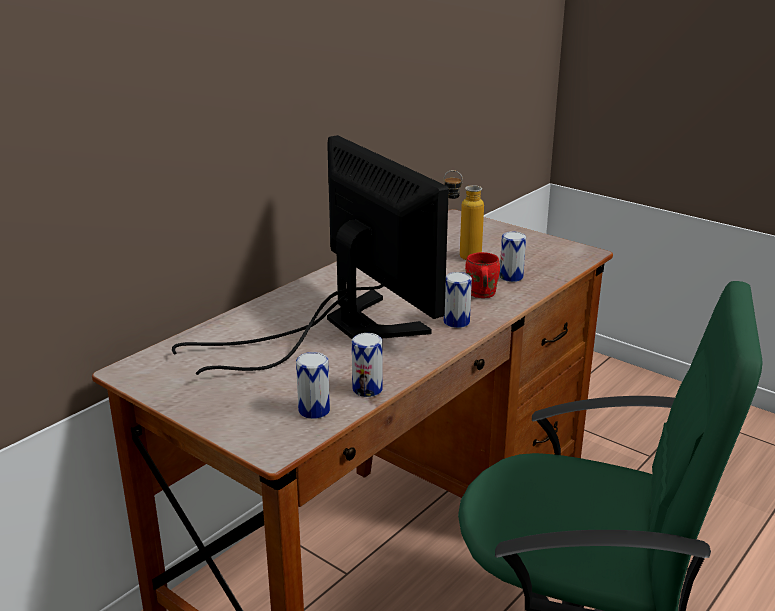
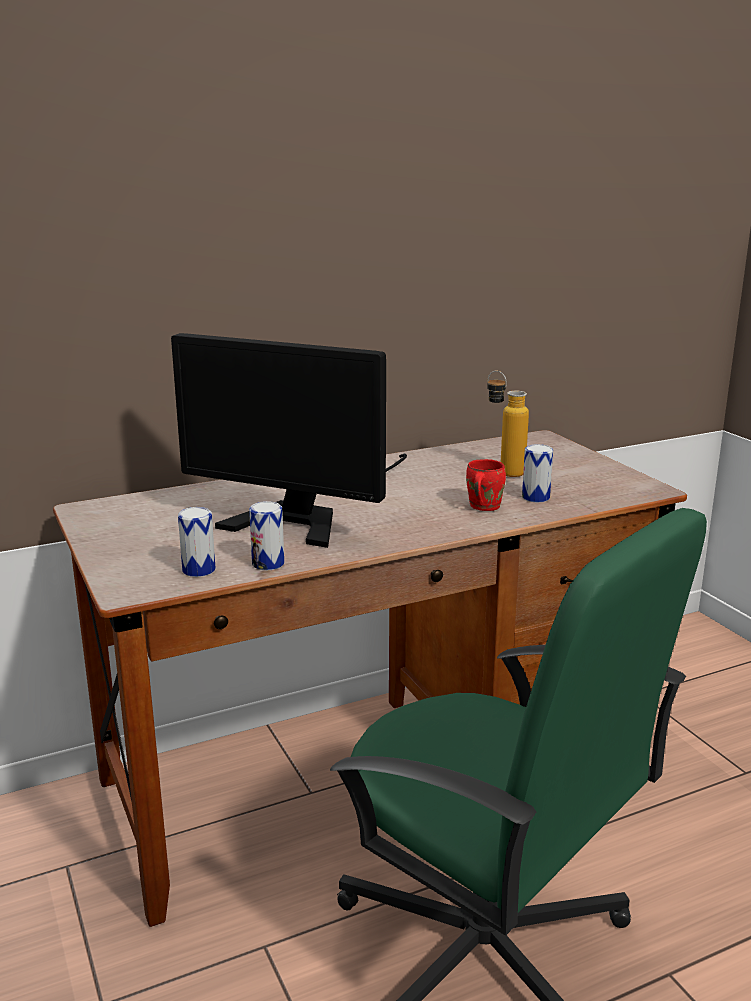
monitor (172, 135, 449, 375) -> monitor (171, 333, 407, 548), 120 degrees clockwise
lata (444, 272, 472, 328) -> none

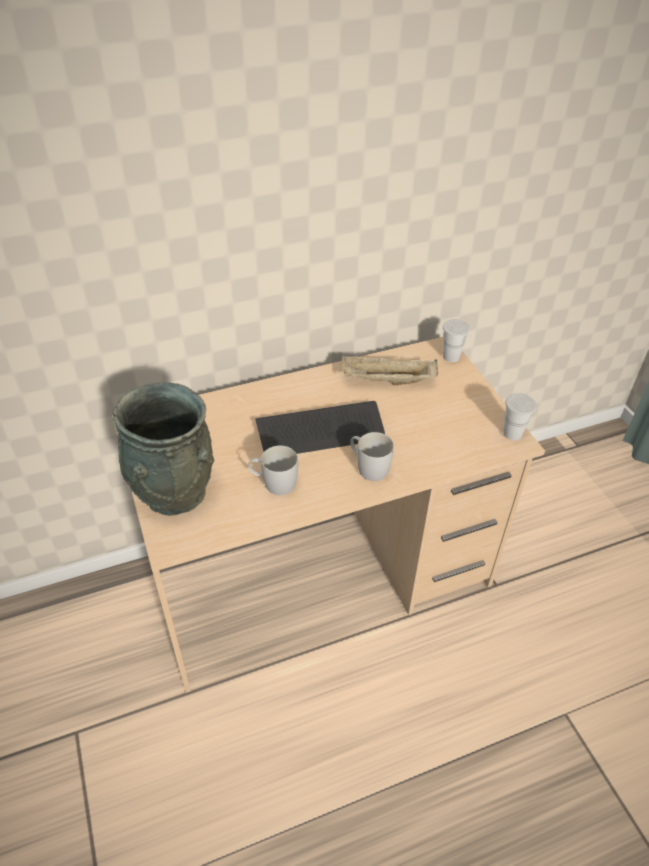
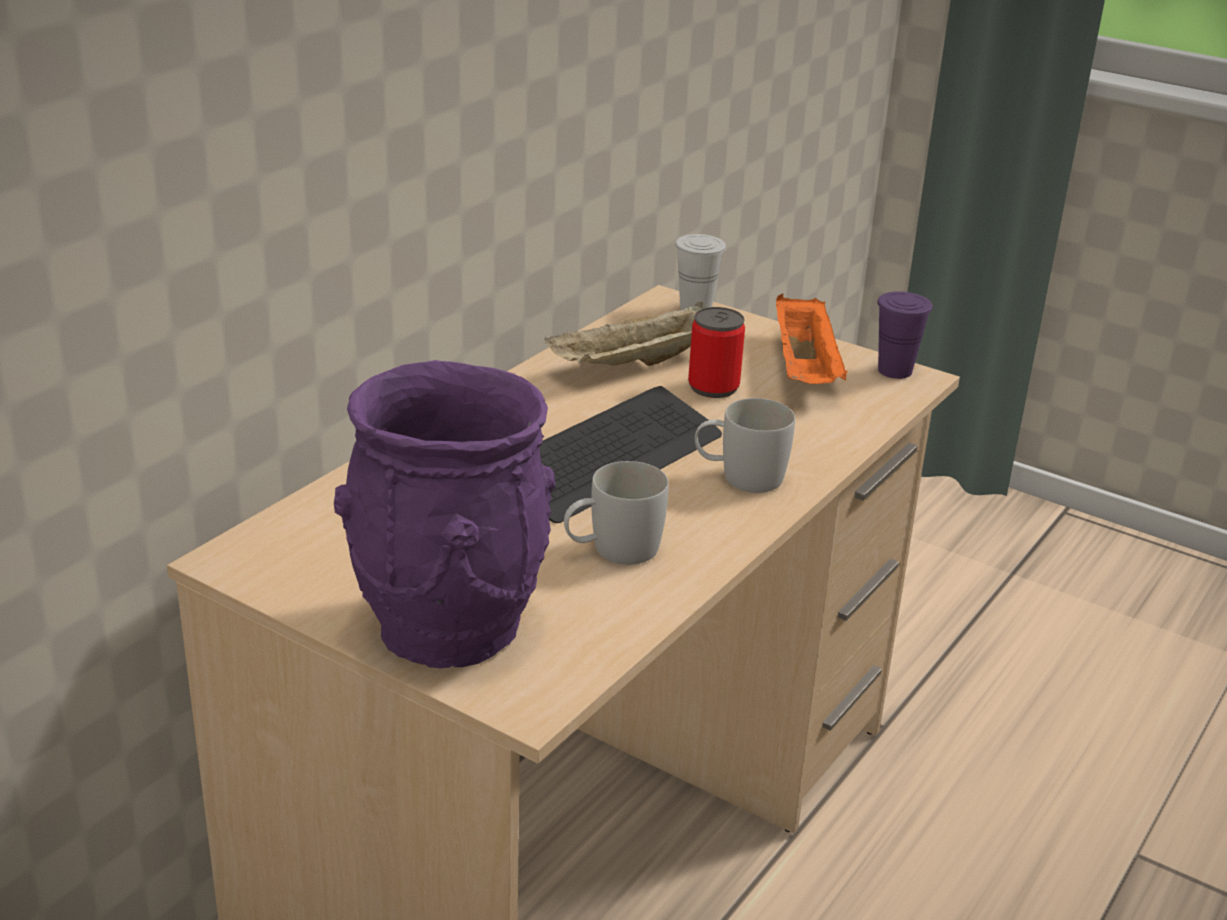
florero [gris] (113, 382, 214, 516) -> florero [morado] (334, 360, 556, 668)
taza [blanco] (503, 393, 537, 440) -> taza [morado] (877, 291, 933, 379)
none -> bandeja [naranja] (776, 294, 848, 384)
none -> lata (688, 307, 745, 398)

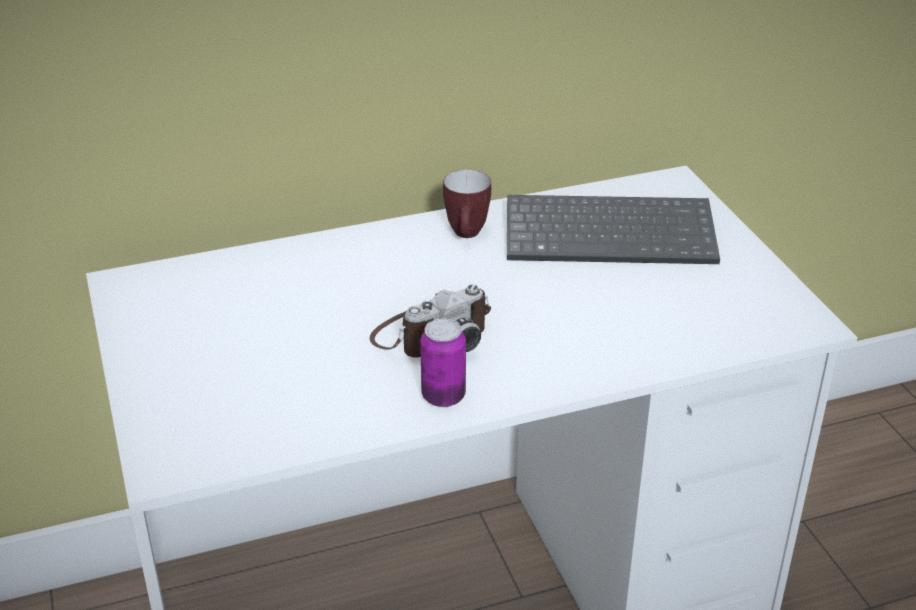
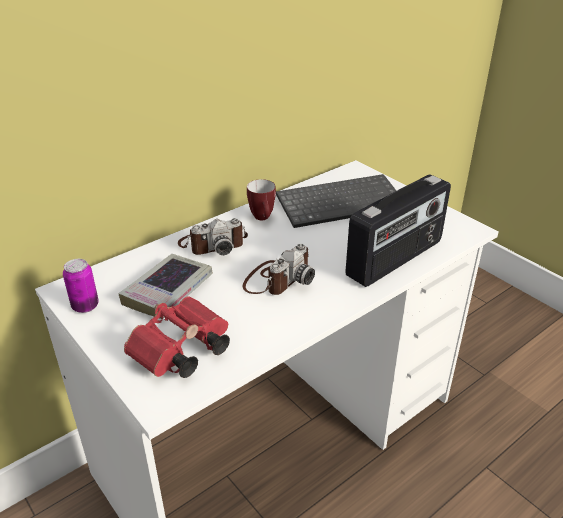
lata (420, 319, 466, 407) -> lata (63, 259, 99, 313), shifted
none -> radio (345, 174, 451, 287)
none -> cámara (178, 218, 248, 255)
none -> libro (118, 254, 213, 319)
none -> prismáticos [rojo] (124, 296, 230, 378)

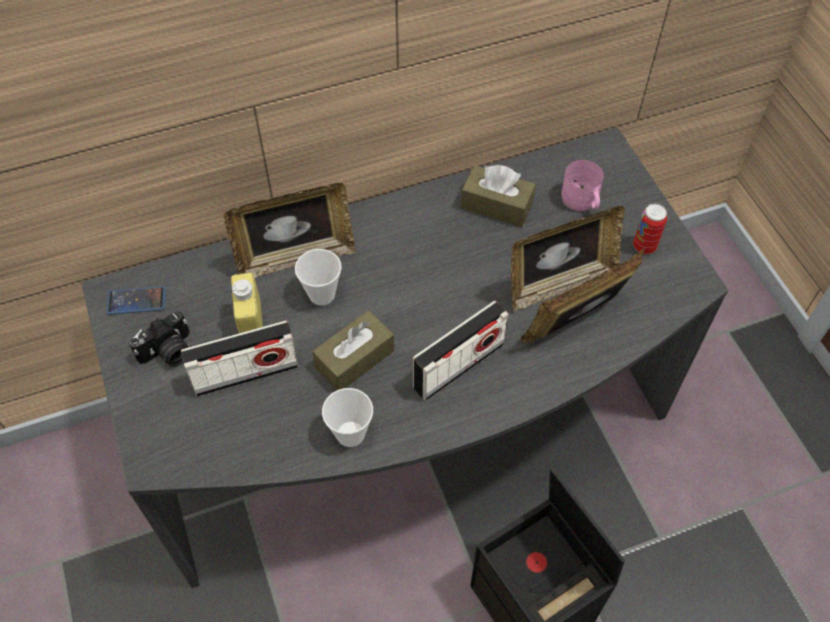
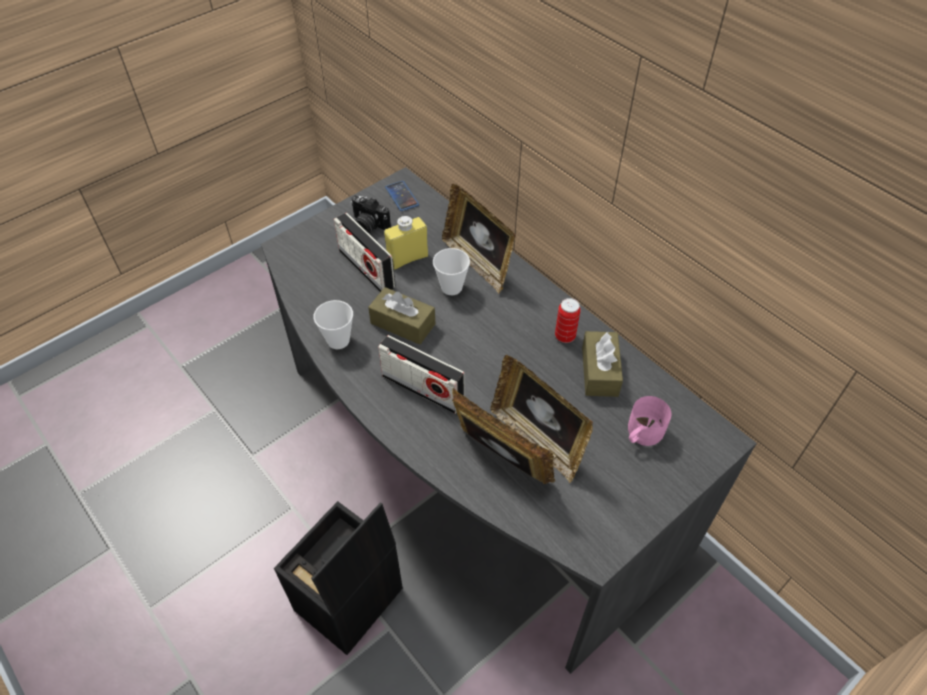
lata (633, 204, 667, 254) -> lata (555, 298, 581, 343), shifted

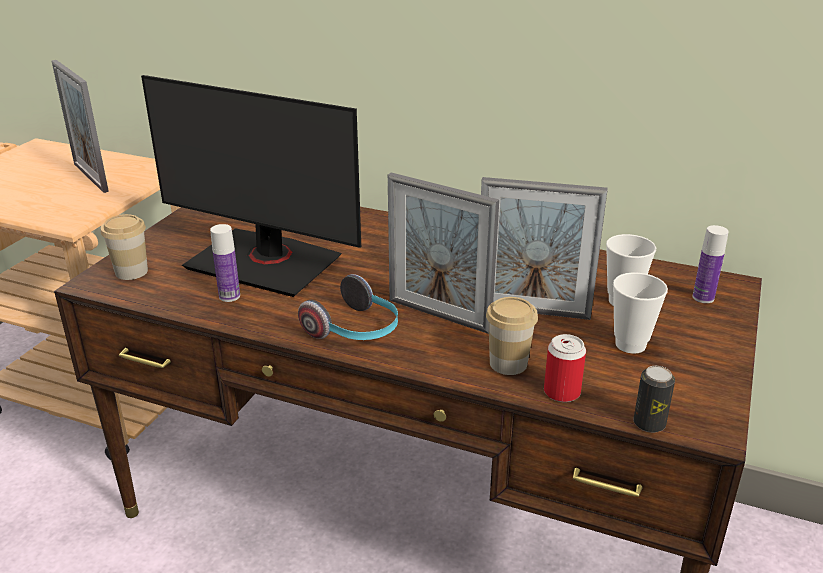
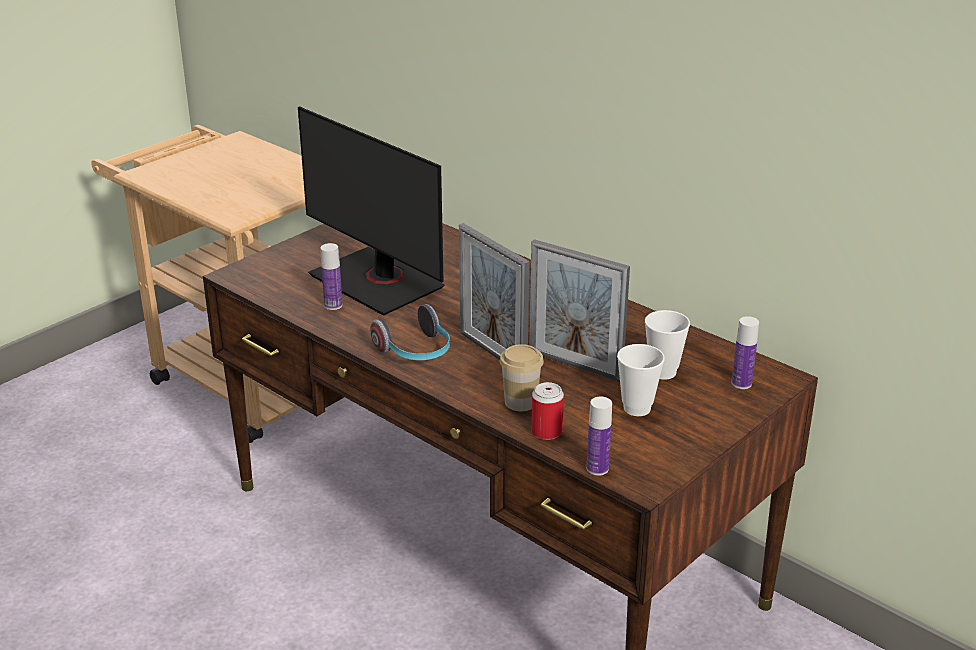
portarretratos (51, 60, 109, 193) -> none
taza (101, 214, 148, 280) -> none
lata (633, 366, 675, 433) -> botella (587, 397, 612, 476)

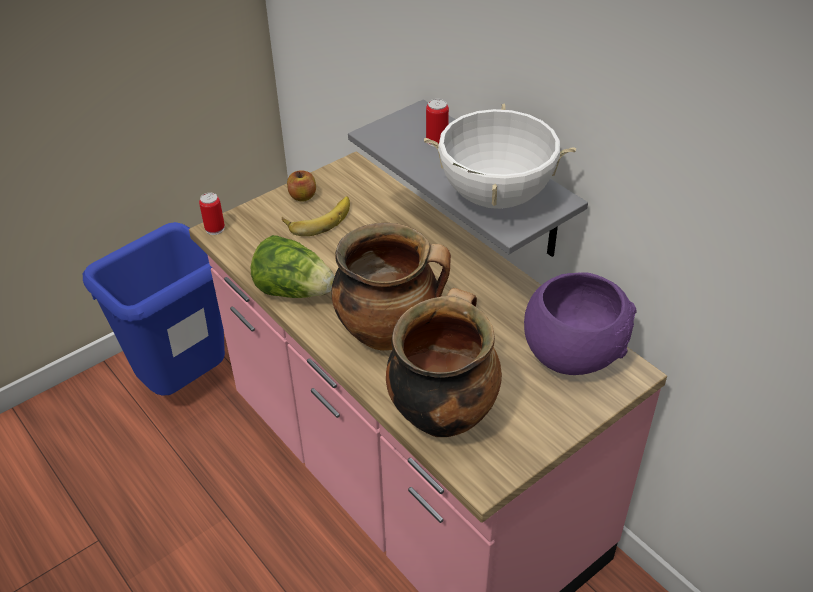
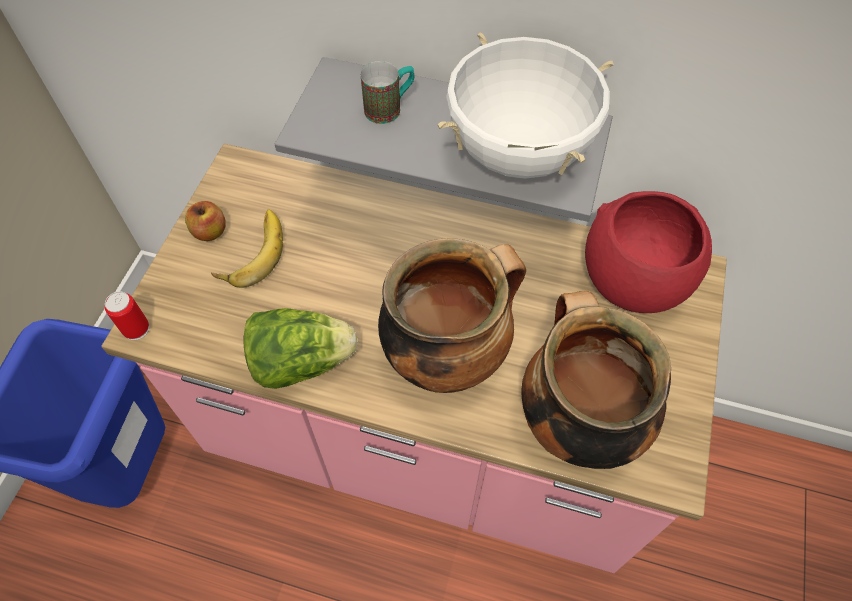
lata (426, 99, 449, 147) -> taza grande (361, 61, 414, 124)
cuenco [morado] (524, 273, 637, 375) -> cuenco [rojo] (585, 191, 712, 313)

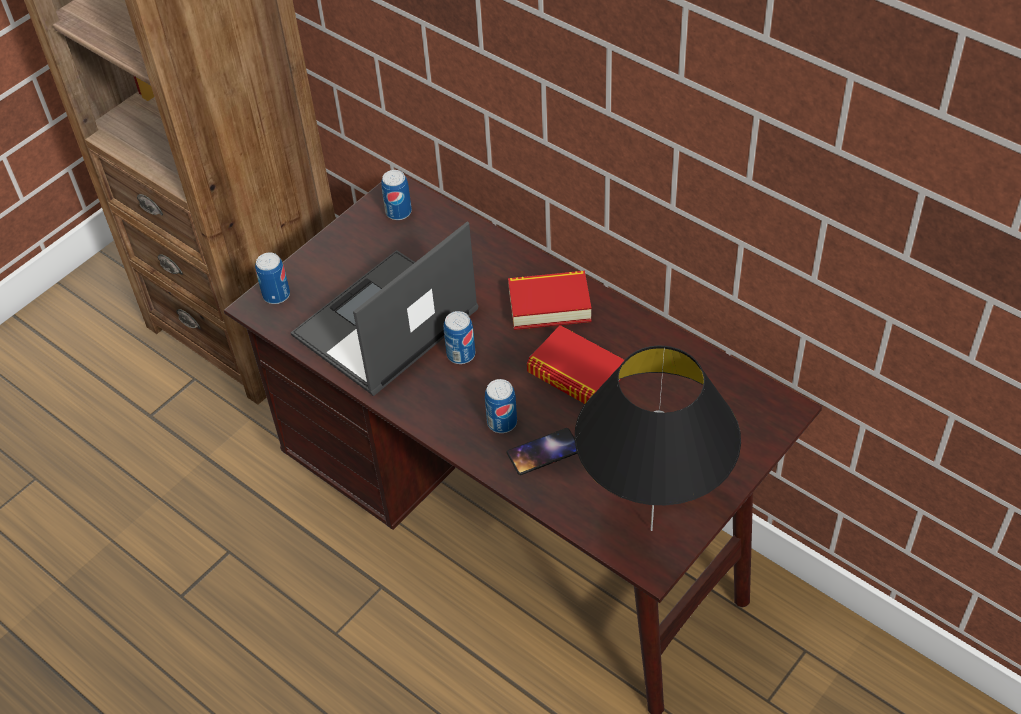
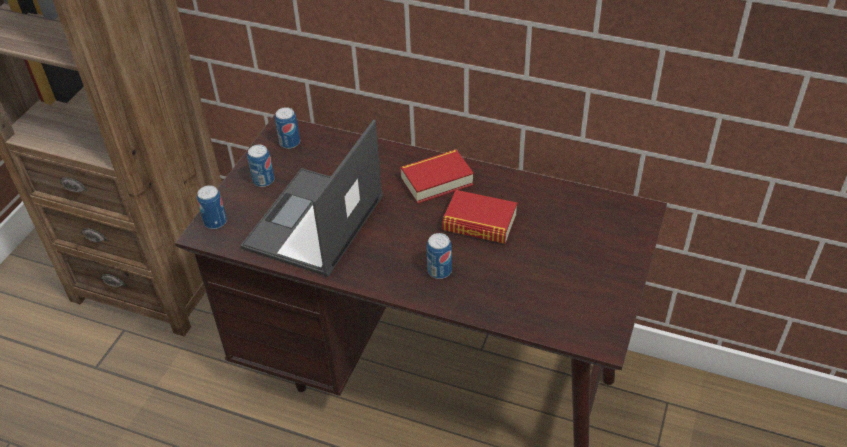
lata (444, 311, 475, 364) -> lata (247, 145, 274, 187), shifted
lámpara de mesa [negro] (574, 346, 741, 531) -> none
móvil (507, 428, 577, 475) -> none

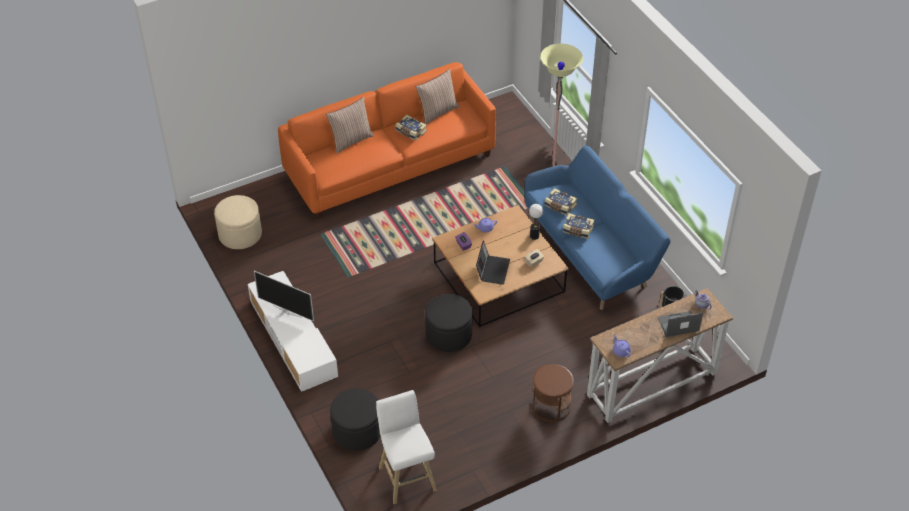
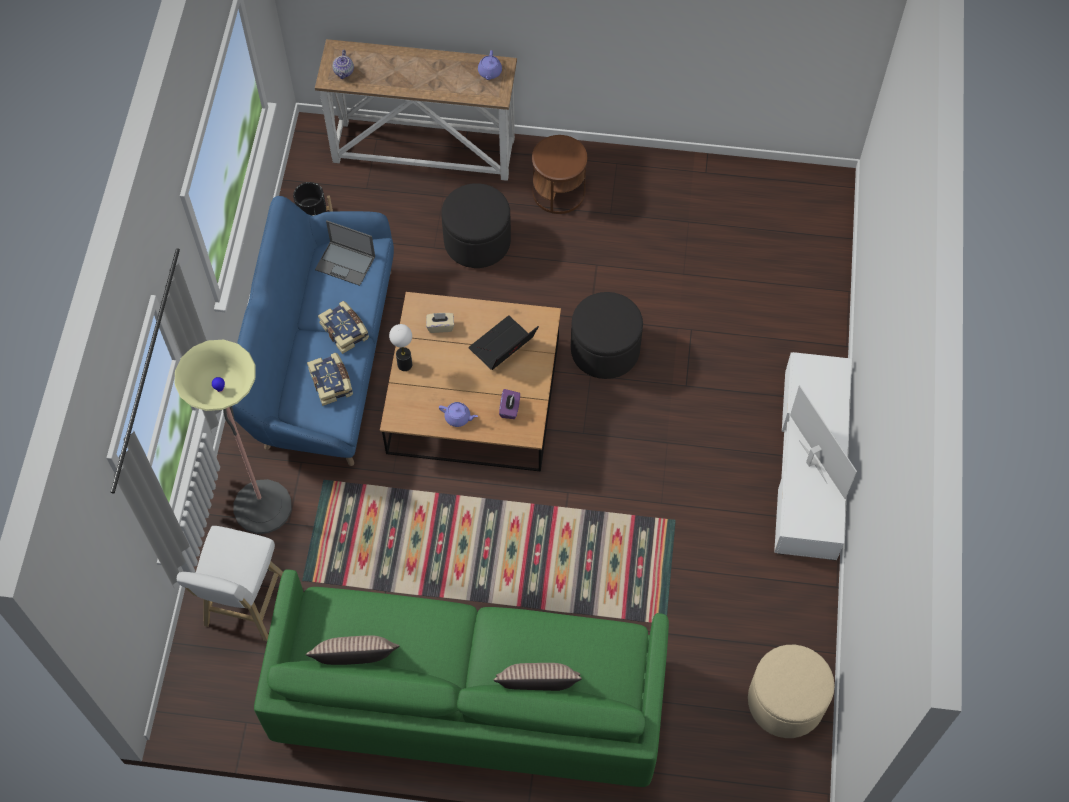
sofá [naranja] (278, 62, 496, 219) -> sofá [verde] (254, 570, 669, 787)
libro (395, 115, 427, 141) -> none
portátil (658, 311, 703, 337) -> portátil (315, 220, 375, 286), shifted
puf [negro] (330, 389, 380, 451) -> puf [negro] (441, 183, 511, 268), shifted
taburete [blanco] (376, 390, 437, 504) -> taburete [blanco] (177, 526, 283, 641), shifted

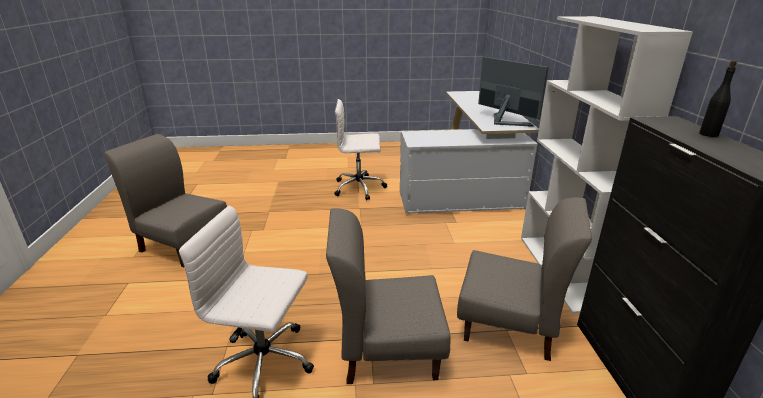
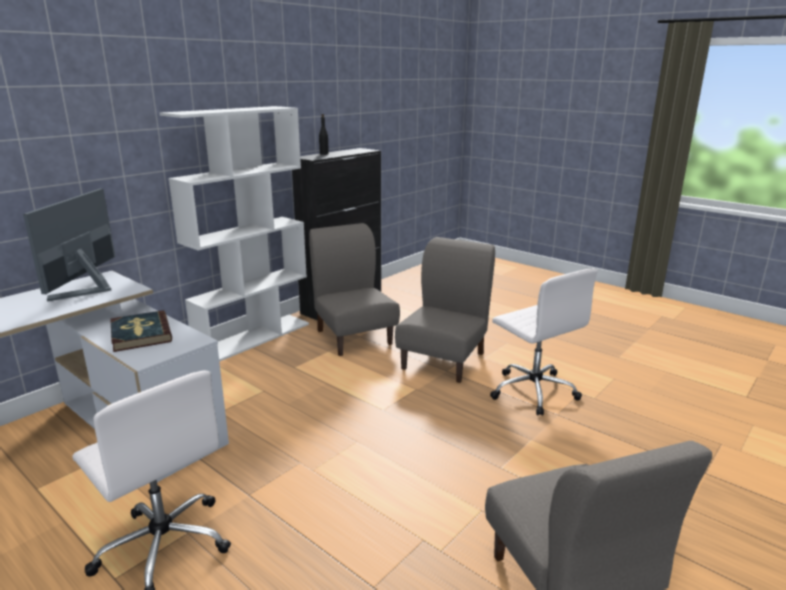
silla [gris] (326, 208, 450, 384) -> silla [gris] (395, 237, 495, 383), 105 degrees counterclockwise
none -> libro (110, 310, 172, 352)

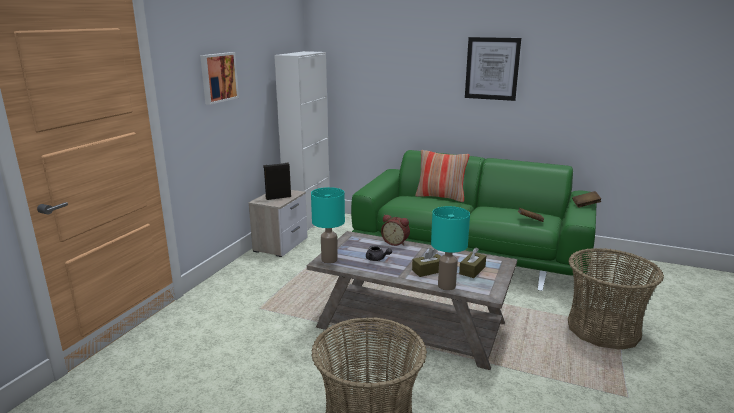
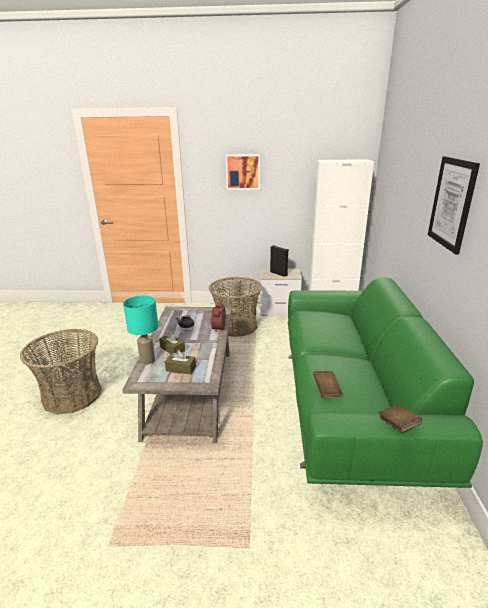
cojín (415, 150, 470, 202) -> none
lámpara de mesa [turquesa] (311, 187, 345, 264) -> none
cesta (568, 248, 664, 350) -> cesta (209, 277, 262, 337), shifted

